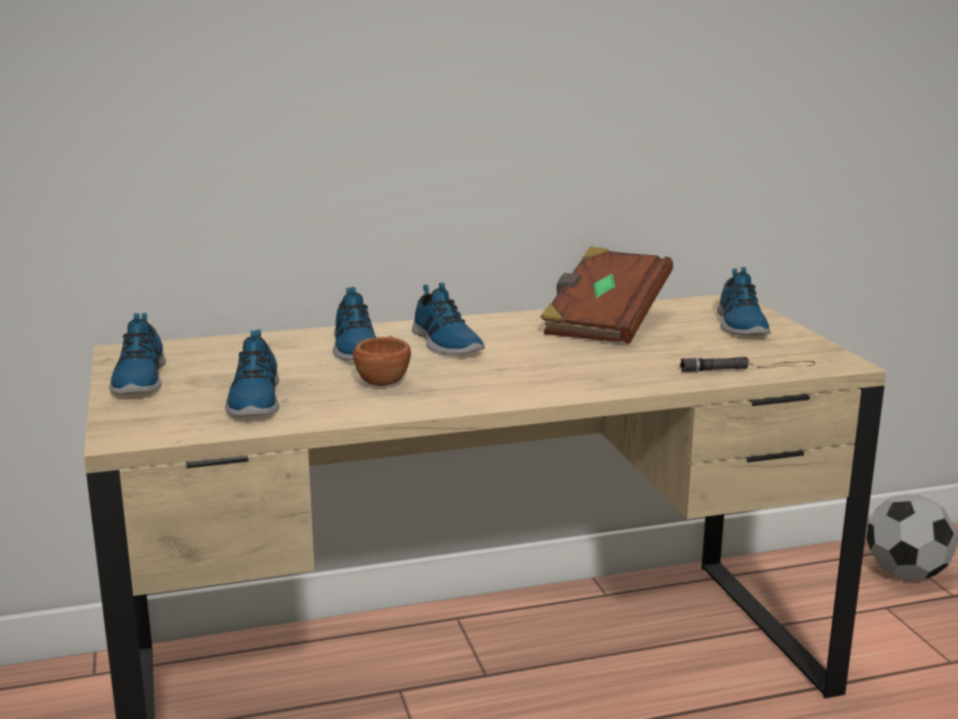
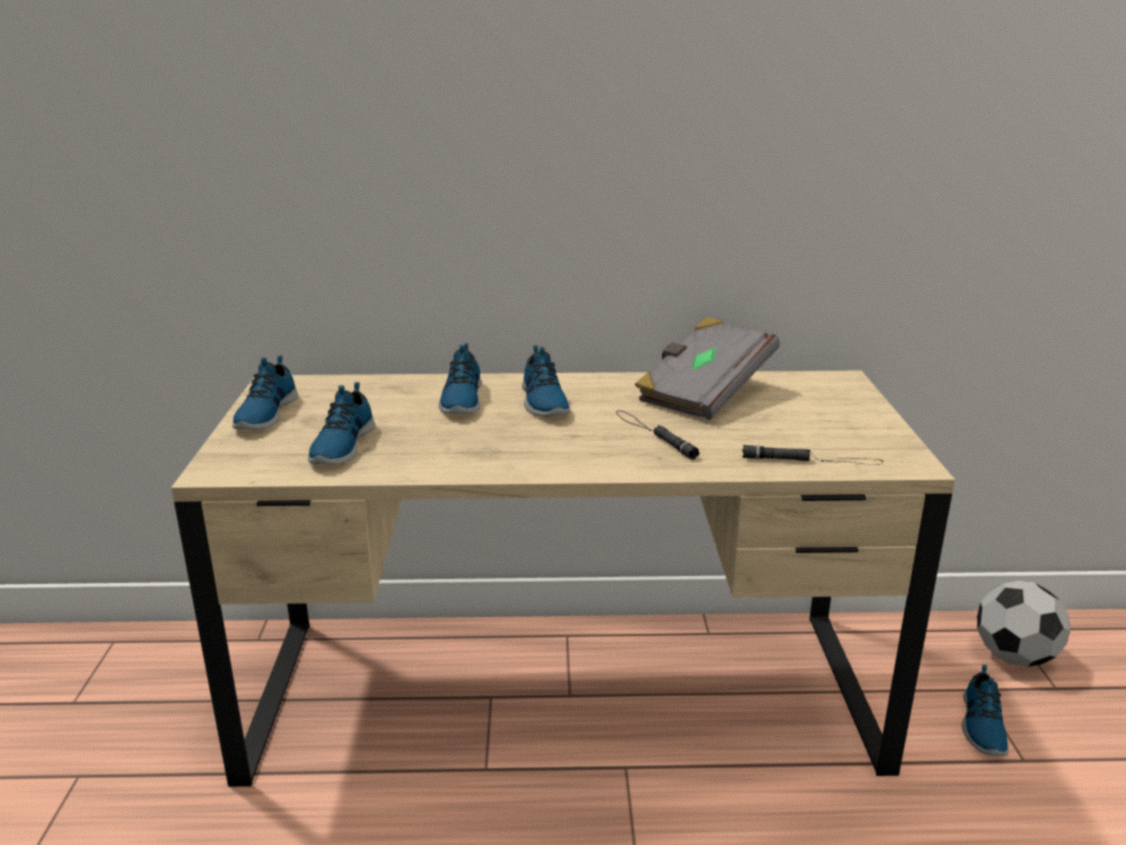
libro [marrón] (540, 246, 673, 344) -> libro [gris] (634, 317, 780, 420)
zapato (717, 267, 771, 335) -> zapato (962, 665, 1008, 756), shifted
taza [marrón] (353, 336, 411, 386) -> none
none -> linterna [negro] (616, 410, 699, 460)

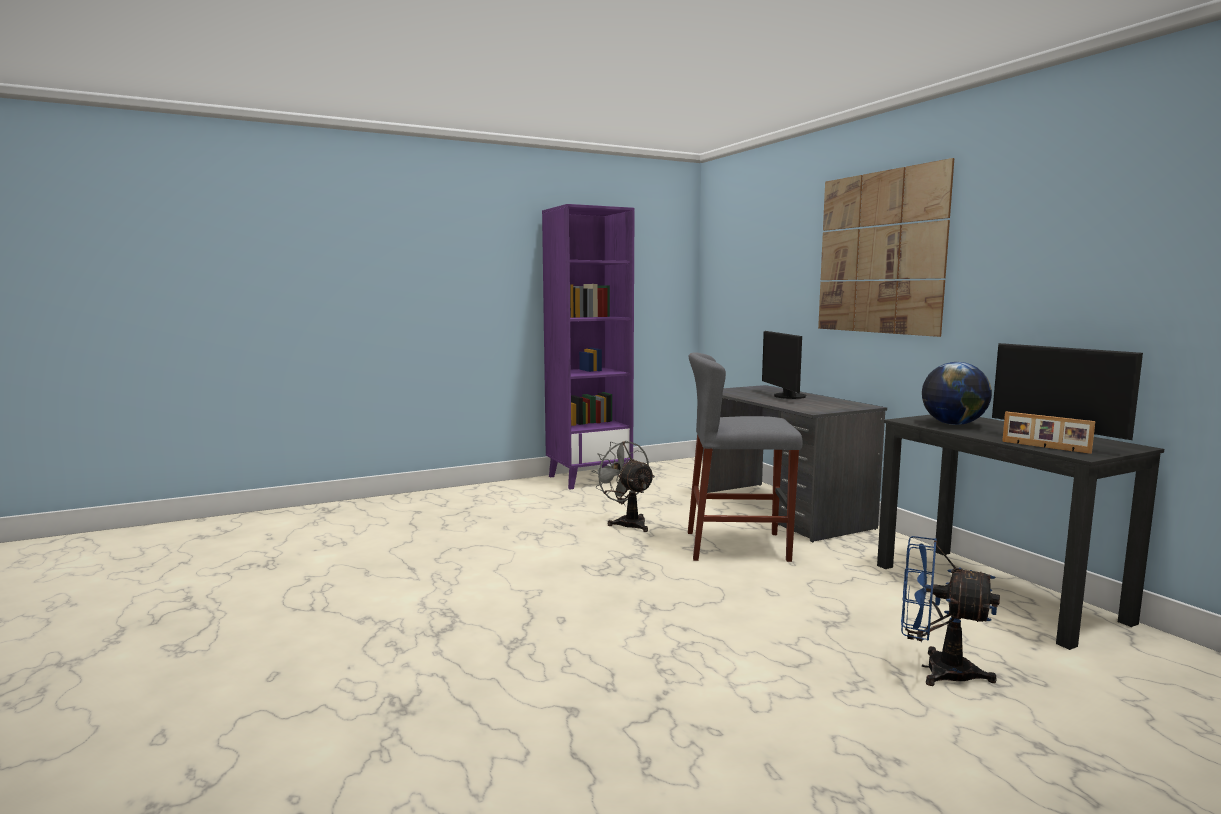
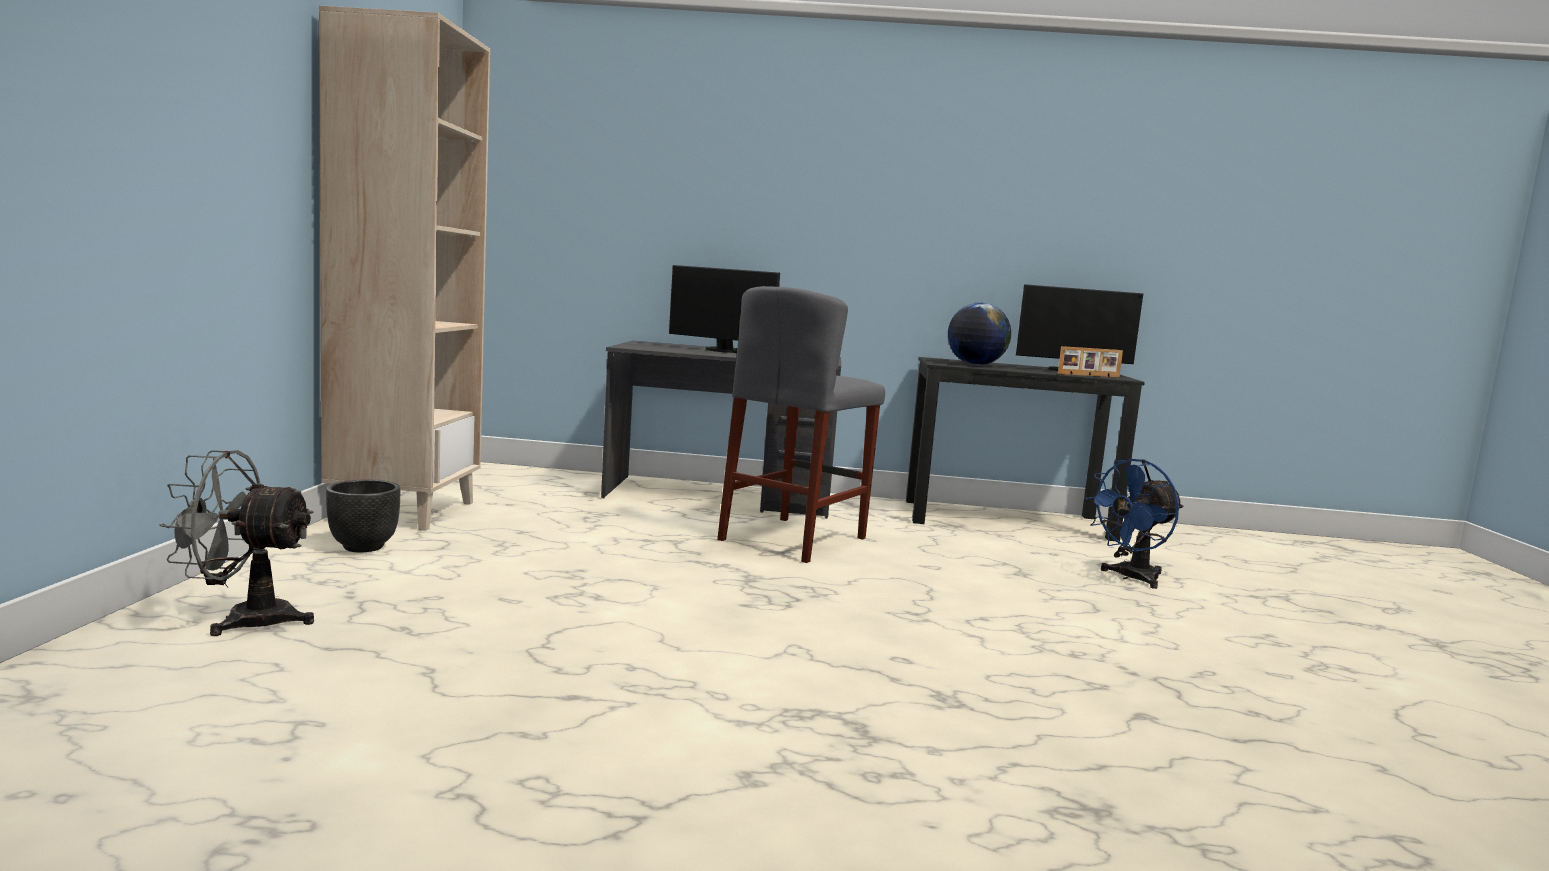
cuadro (818, 158, 954, 337) -> none
estantería [morado] (542, 204, 635, 489) -> estantería [beis] (319, 5, 490, 531)
ventilador [gris] (592, 441, 655, 532) -> ventilador [gris] (159, 450, 314, 636), shifted
none -> maceta [negro] (326, 480, 401, 552)

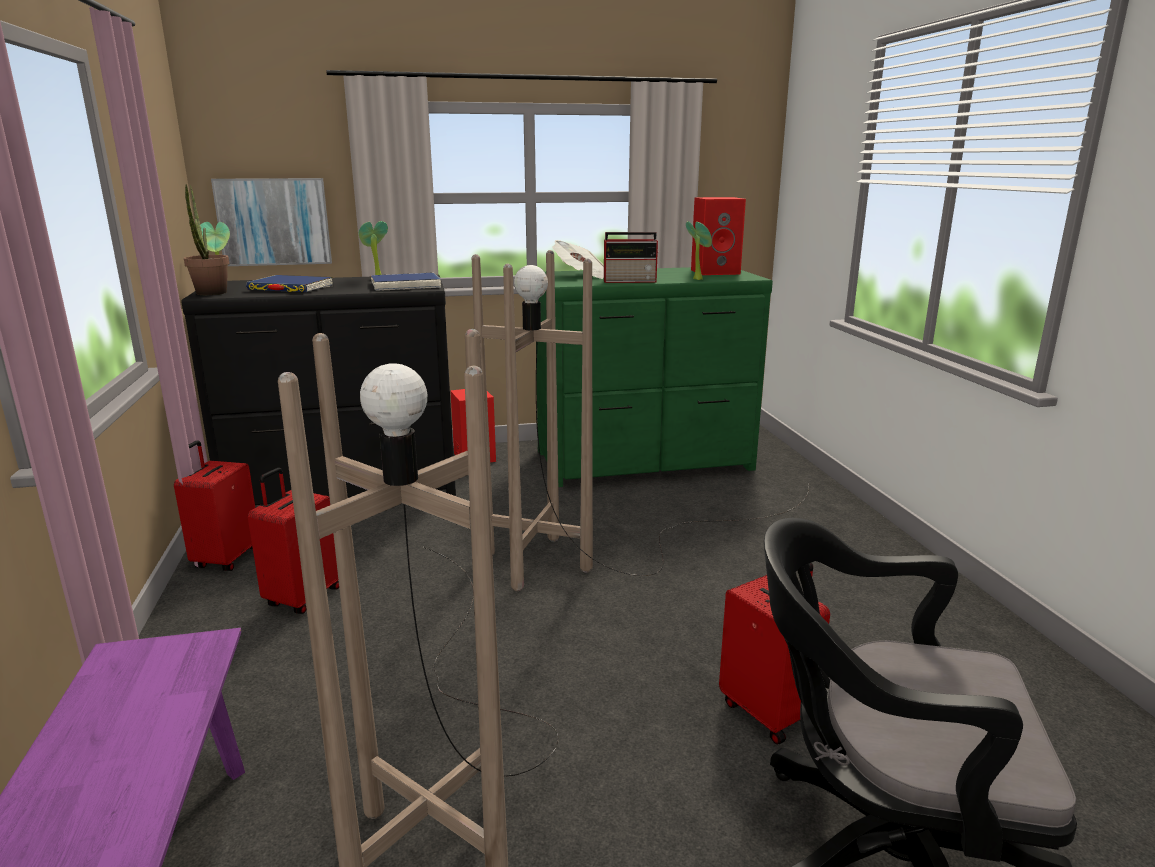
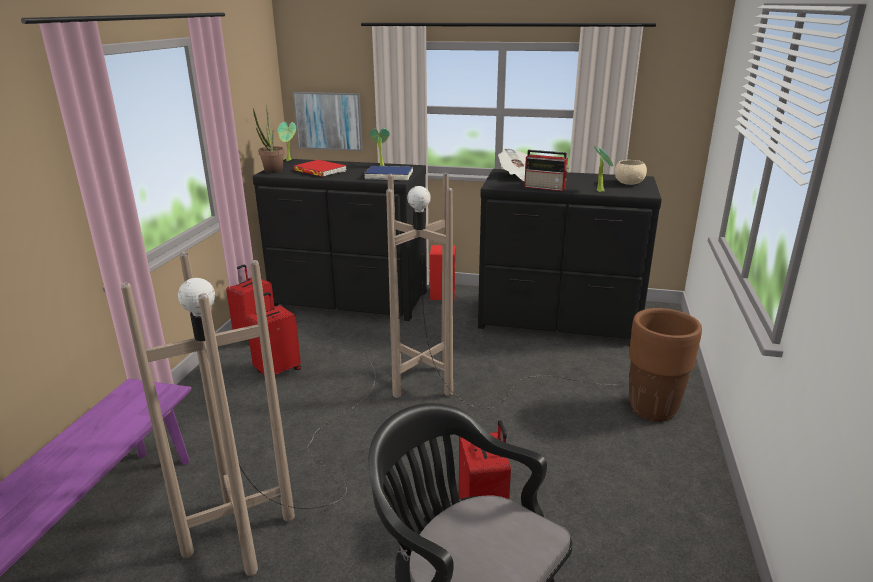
altavoz [rojo] (691, 197, 746, 275) -> cuenco [beis] (615, 160, 647, 185)
cómoda [verde] (536, 267, 773, 487) -> cómoda [negro] (478, 169, 662, 339)
libro [azul] (246, 275, 333, 292) -> libro [rojo] (294, 160, 347, 177)
none -> maceta [marrón] (629, 308, 702, 422)

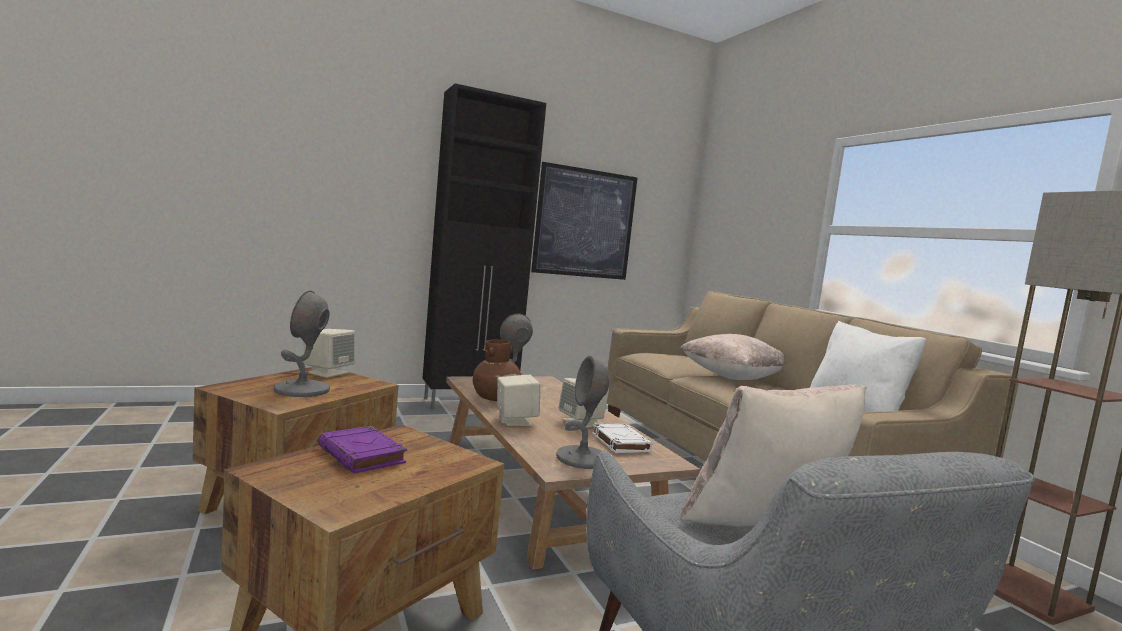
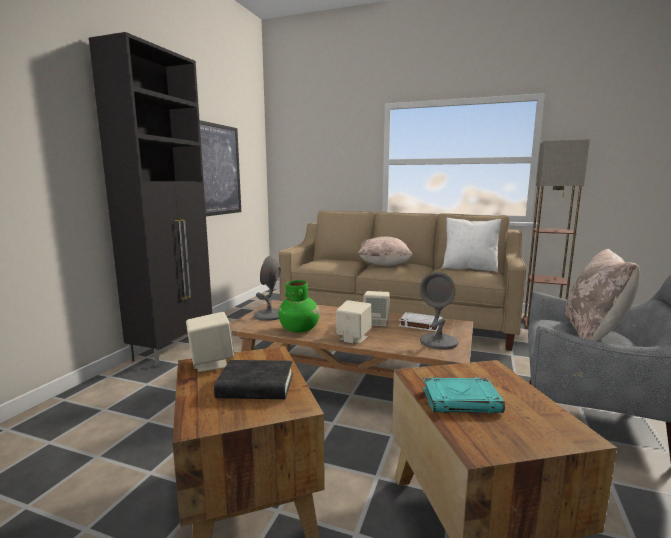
lámpara de mesa [gris] (274, 290, 330, 397) -> libro [negro] (214, 360, 293, 399)
florero [marrón] (473, 339, 522, 401) -> florero [verde] (278, 280, 320, 333)
libro [morado] (318, 426, 407, 473) -> libro [turquesa] (423, 377, 505, 413)

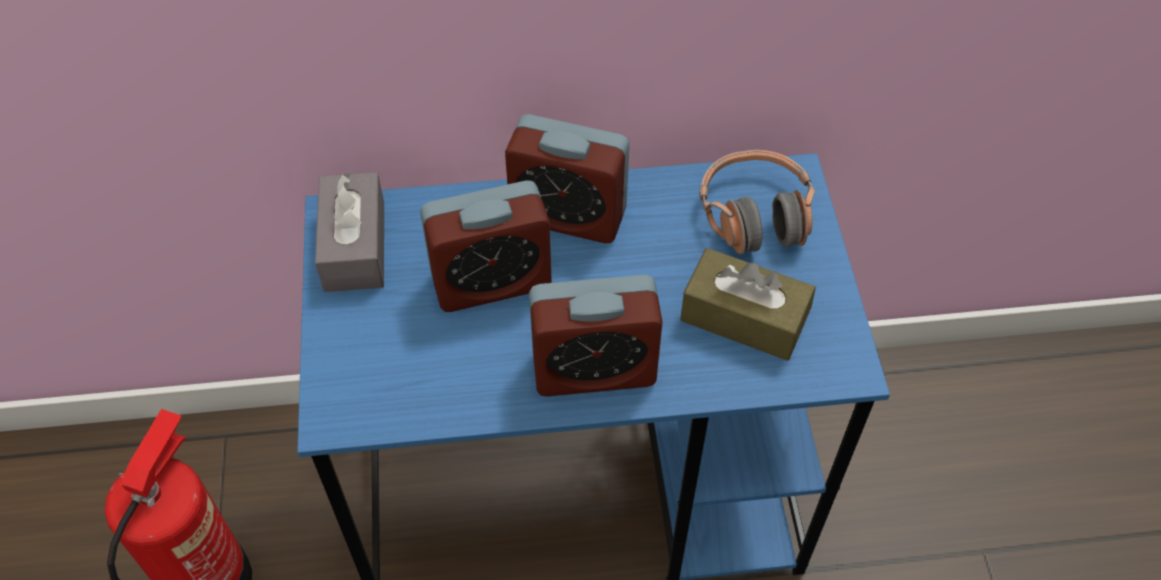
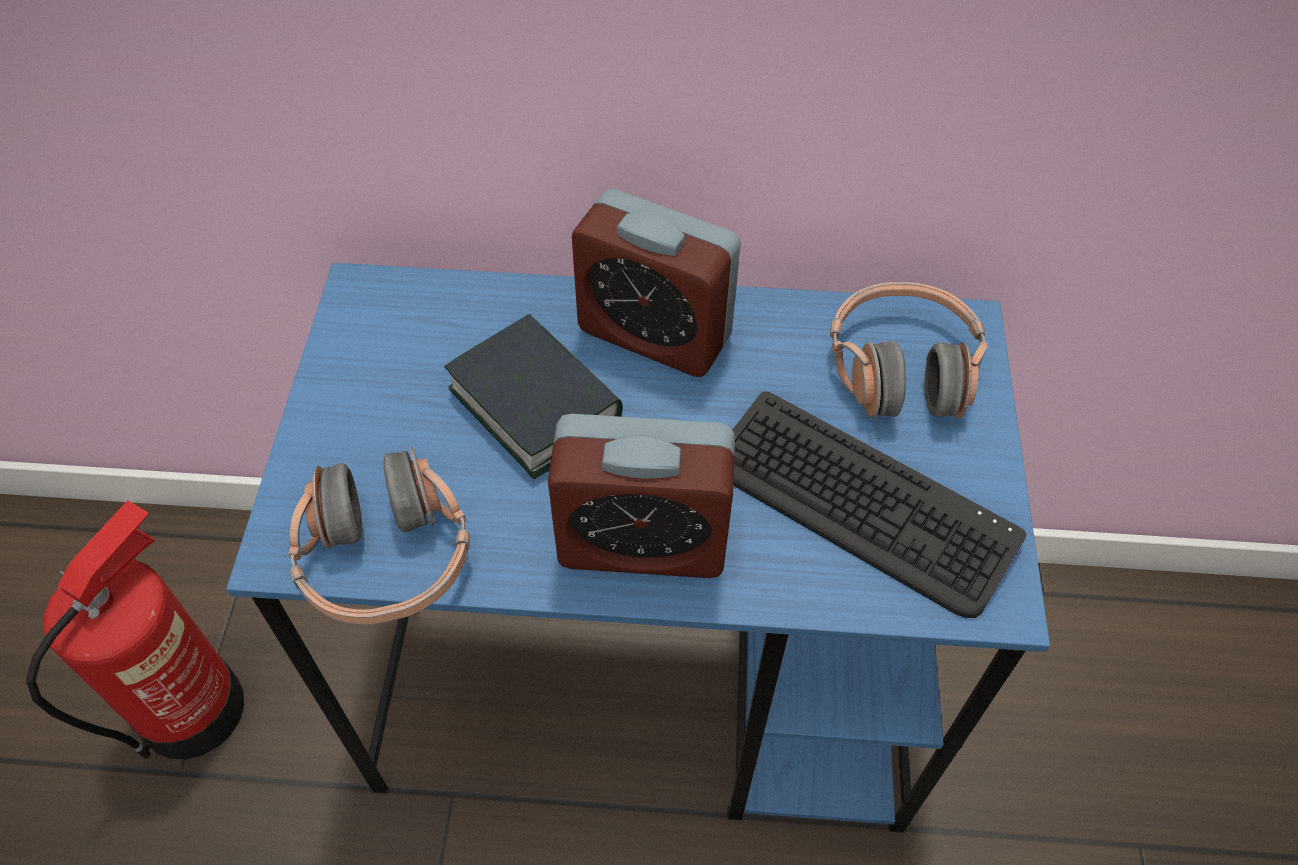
caja de pañuelos [gris] (315, 172, 384, 292) -> none
despertador (420, 180, 552, 312) -> libro (444, 314, 623, 479)
caja de pañuelos [marrón] (680, 248, 816, 361) -> teclado (733, 391, 1027, 618)
none -> auriculares (288, 446, 470, 625)

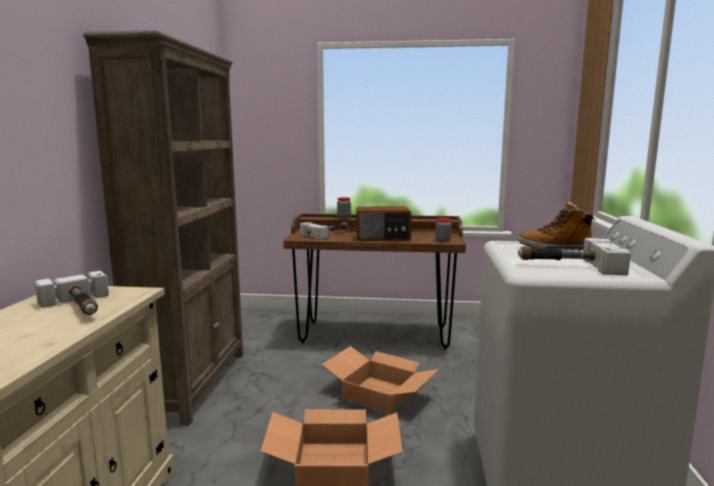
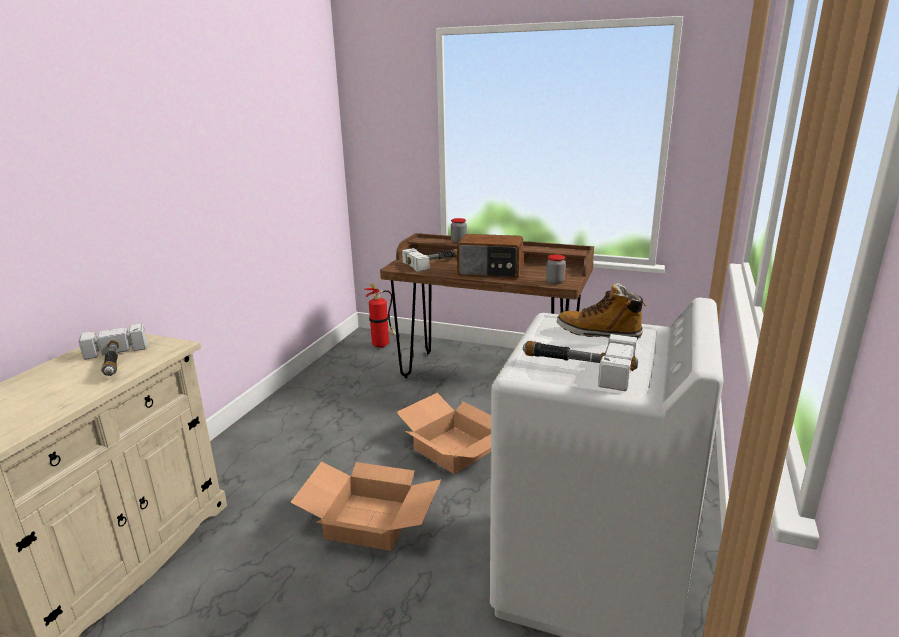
estantería [marrón] (83, 30, 244, 426) -> none
none -> extintor (364, 283, 396, 348)

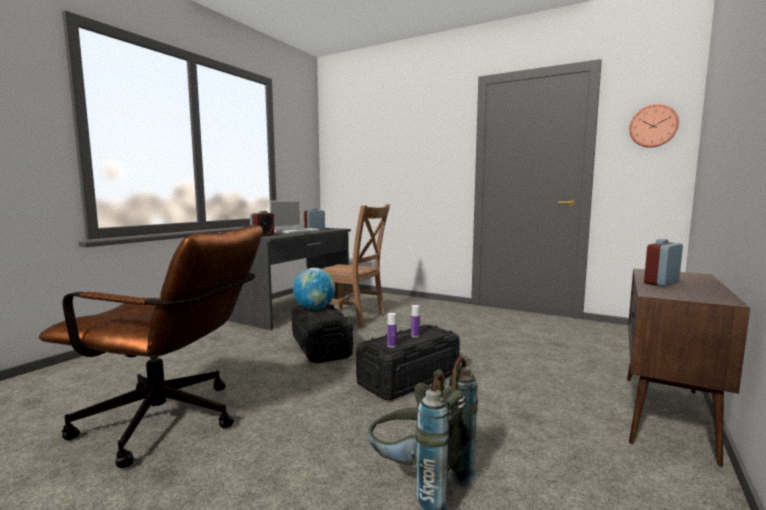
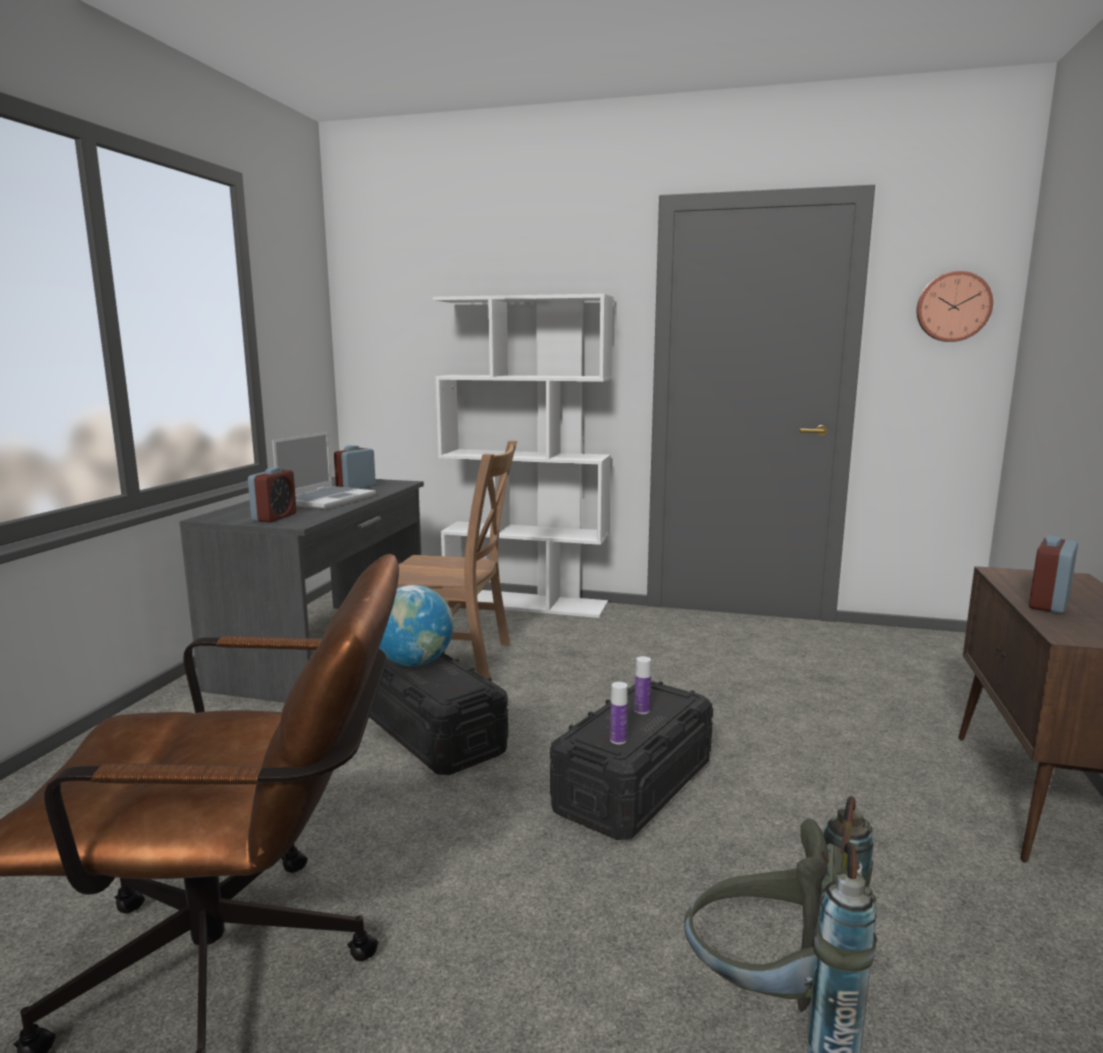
none -> estantería [blanco] (433, 294, 614, 618)

